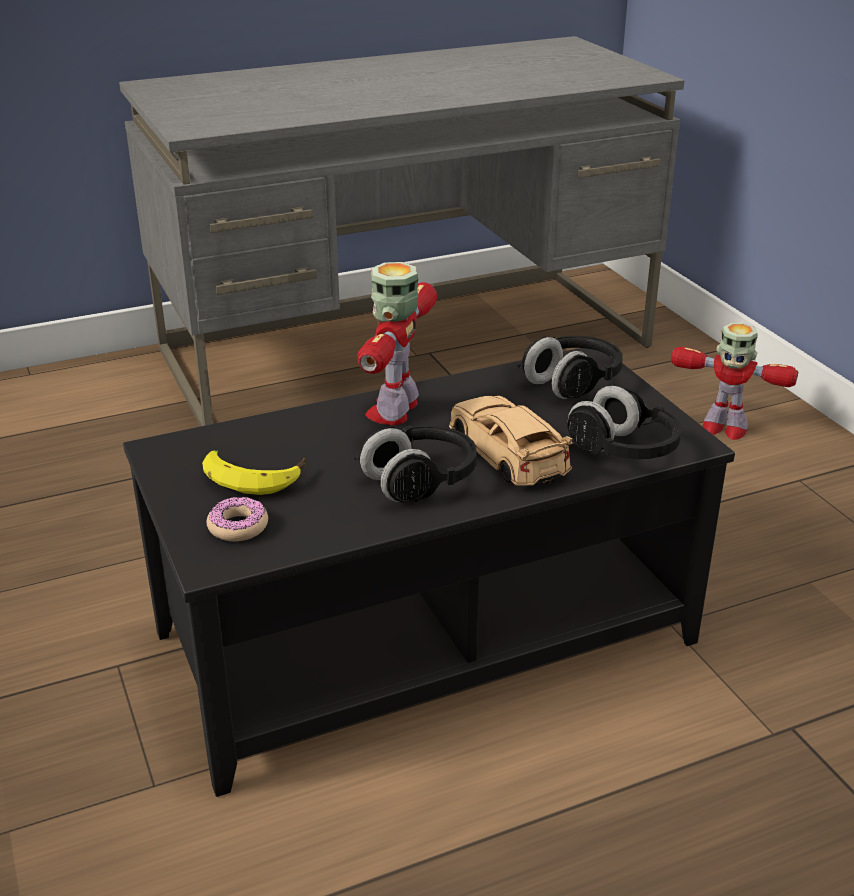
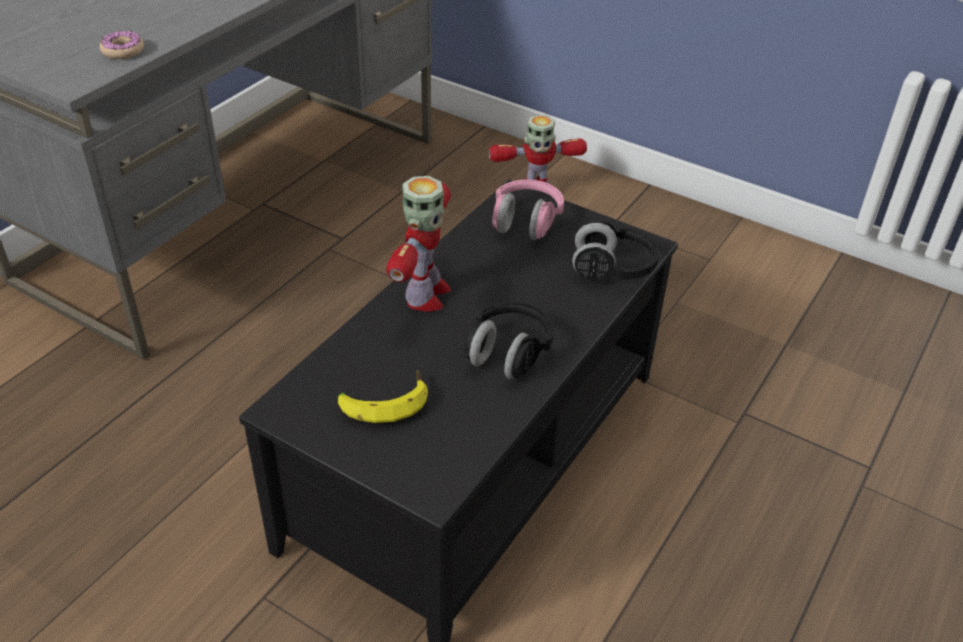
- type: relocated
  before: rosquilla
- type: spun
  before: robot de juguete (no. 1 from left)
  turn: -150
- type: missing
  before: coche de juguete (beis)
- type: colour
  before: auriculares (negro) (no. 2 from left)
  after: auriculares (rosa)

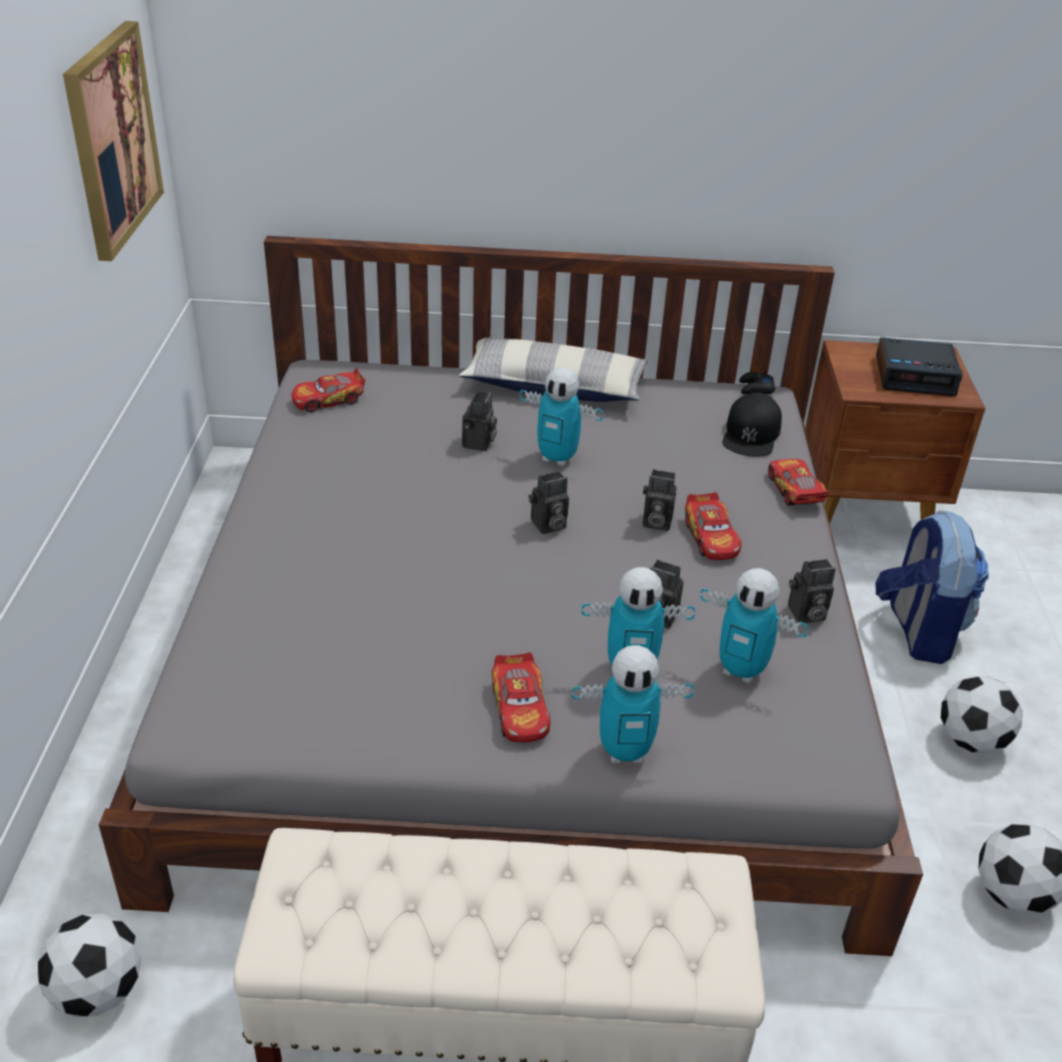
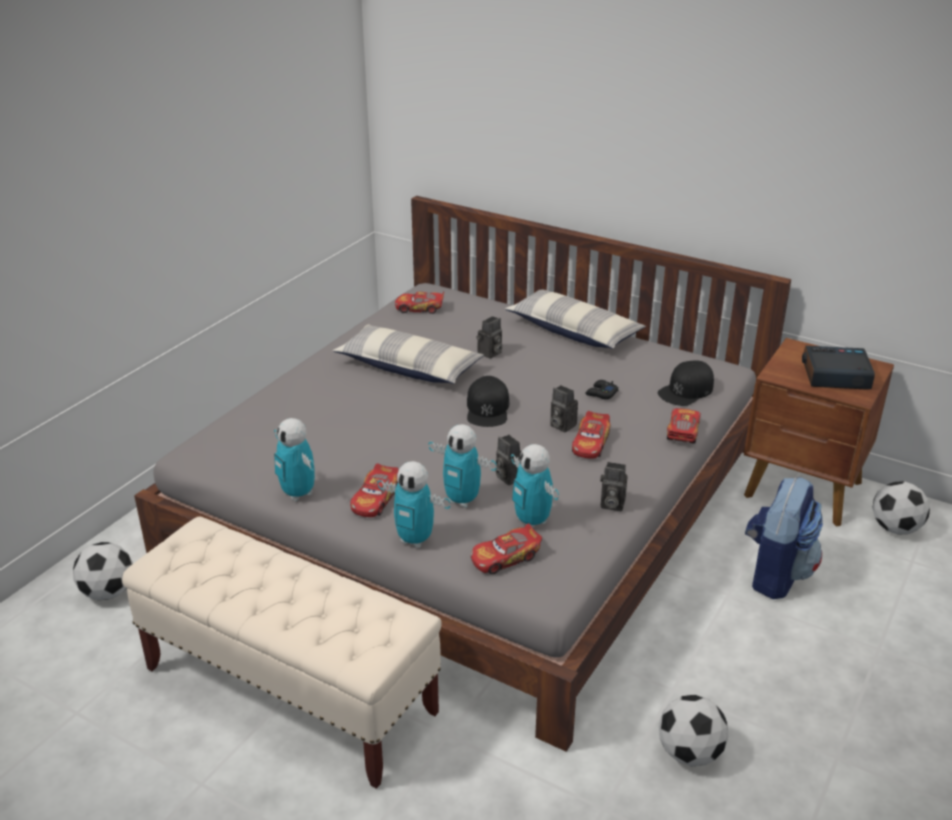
- type: missing
  before: cuadro
- type: relocated
  before: robot de juguete (no. 1 from left)
- type: exchanged
  before: cámara (no. 2 from left)
  after: gorra (negro) (no. 1 from left)
- type: relocated
  before: mando de consola (negro)
- type: spun
  before: despertador
  turn: 150
- type: relocated
  before: balón de fútbol (no. 2 from left in the first image)
  after: balón de fútbol (no. 3 from left)
- type: appeared
  after: cojín (no. 1 from left)
- type: appeared
  after: coche de juguete (no. 3 from left)

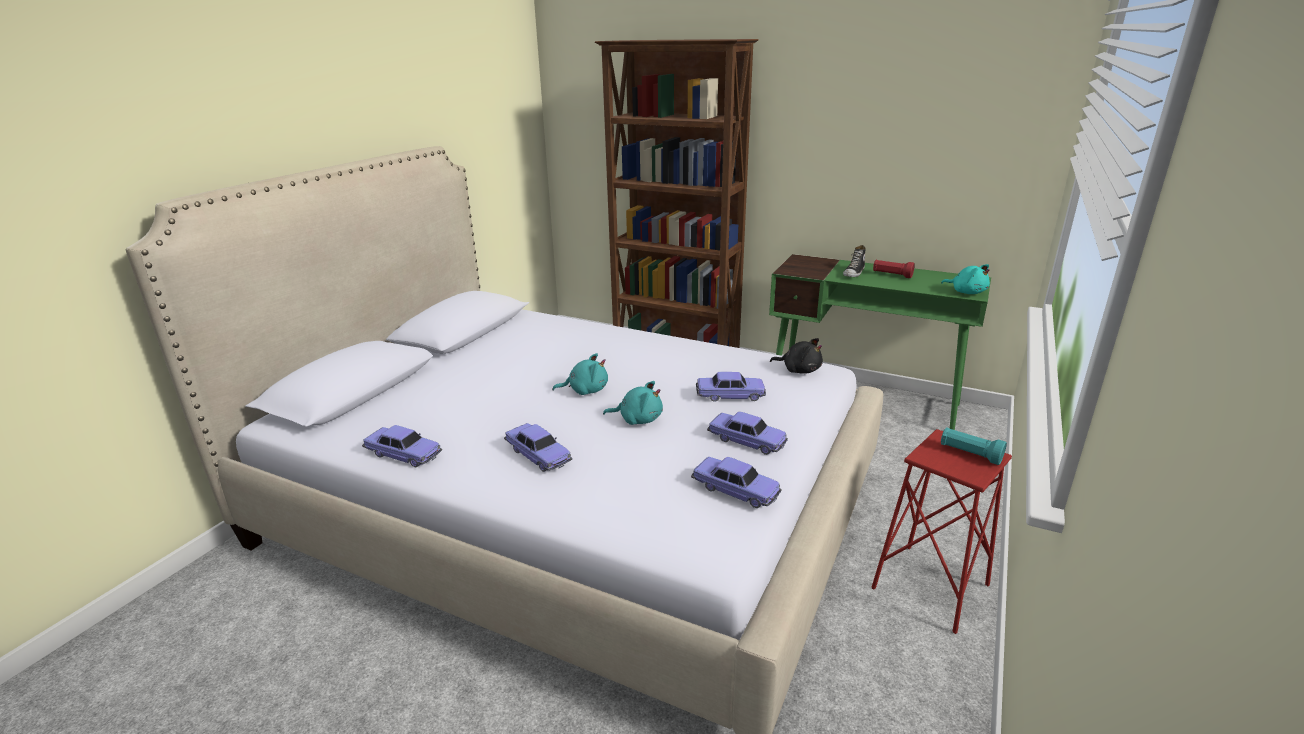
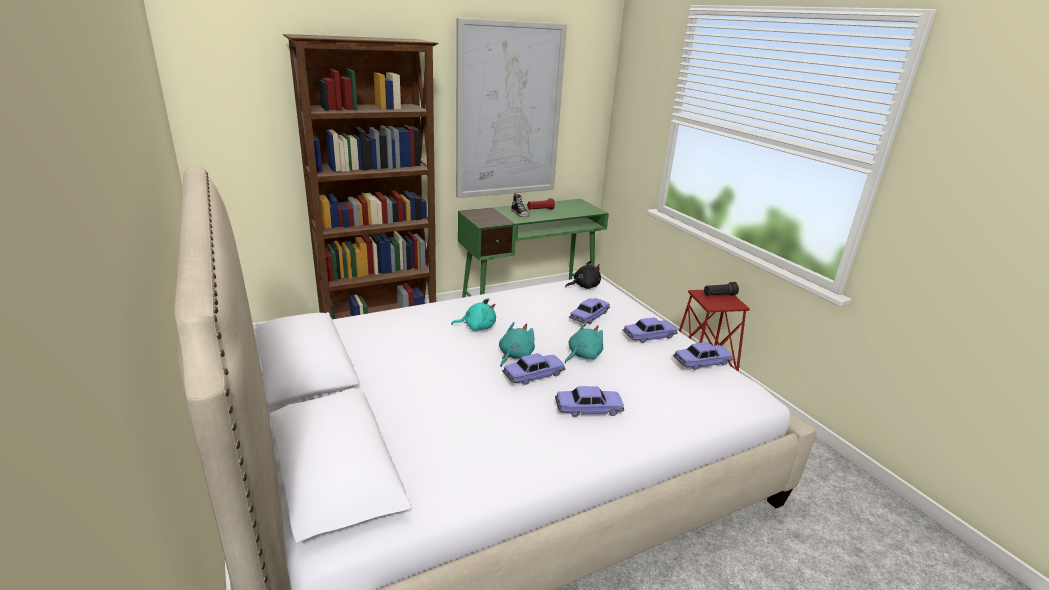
- type: relocated
  before: coche de juguete (no. 1 from left)
- type: relocated
  before: peluche (turquesa) (no. 3 from left in the first image)
  after: peluche (turquesa) (no. 1 from left)
- type: colour
  before: linterna (turquesa)
  after: linterna (negro)
- type: appeared
  after: cuadro

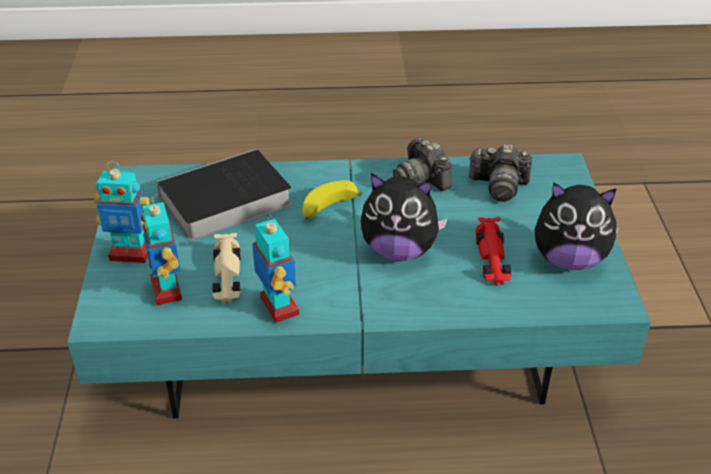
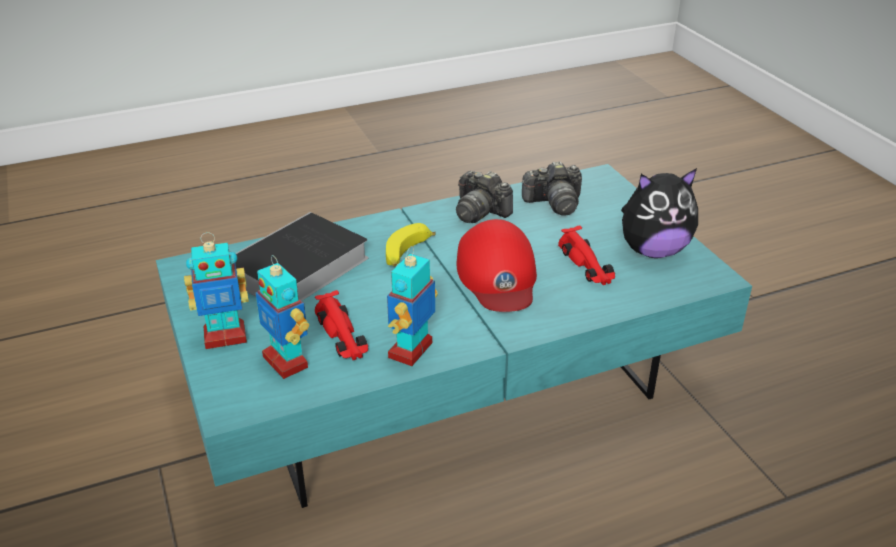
- type: colour
  before: coche de juguete (beis)
  after: coche de juguete (rojo) (no. 1 from left)
- type: spun
  before: robot de juguete (no. 3 from left)
  turn: -105
- type: exchanged
  before: peluche (no. 1 from left)
  after: gorra (rojo)

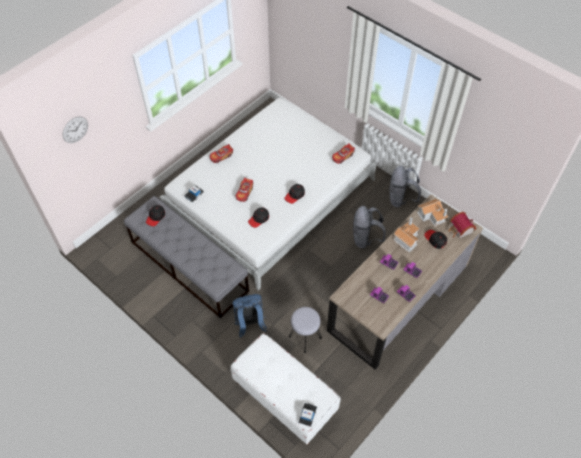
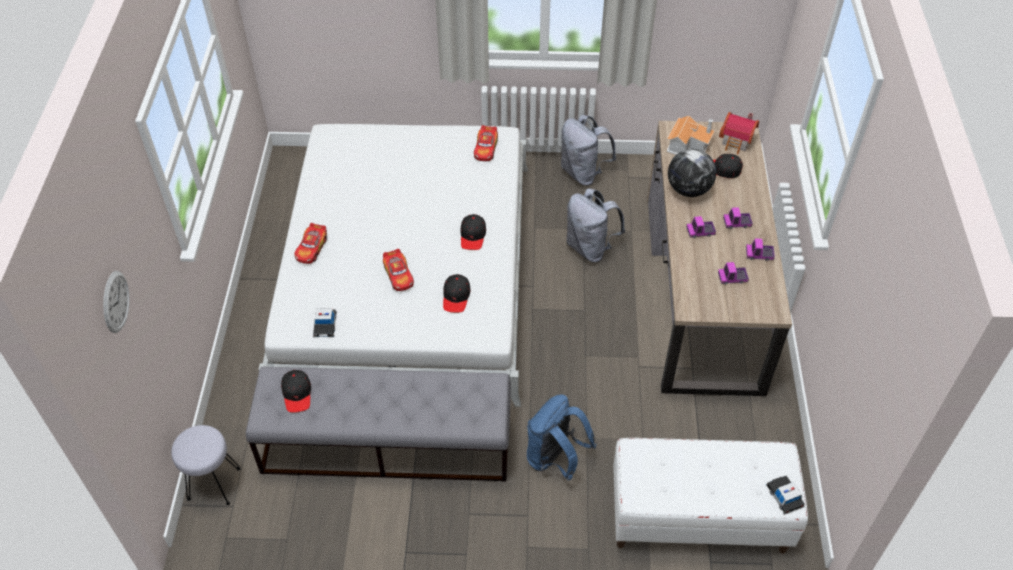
- type: relocated
  before: taburete (gris)
- type: exchanged
  before: casita (no. 1 from left)
  after: globo terráqueo

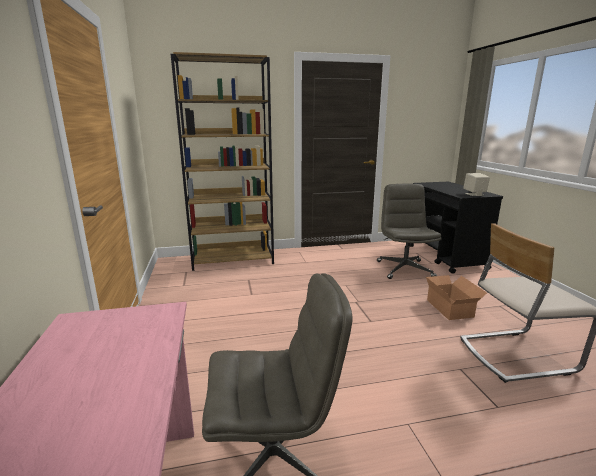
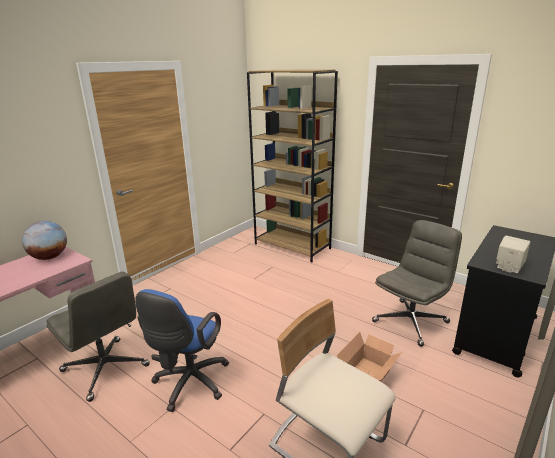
- type: appeared
  after: globo terráqueo
- type: appeared
  after: silla de oficina (azul)

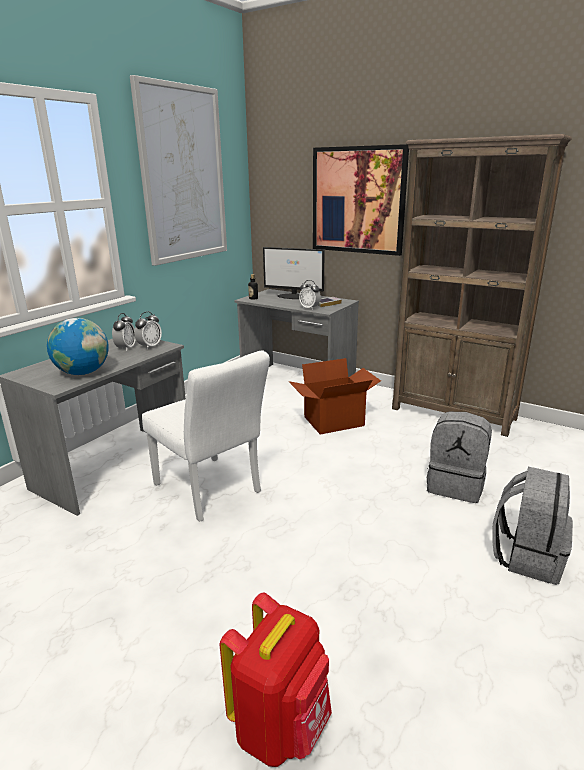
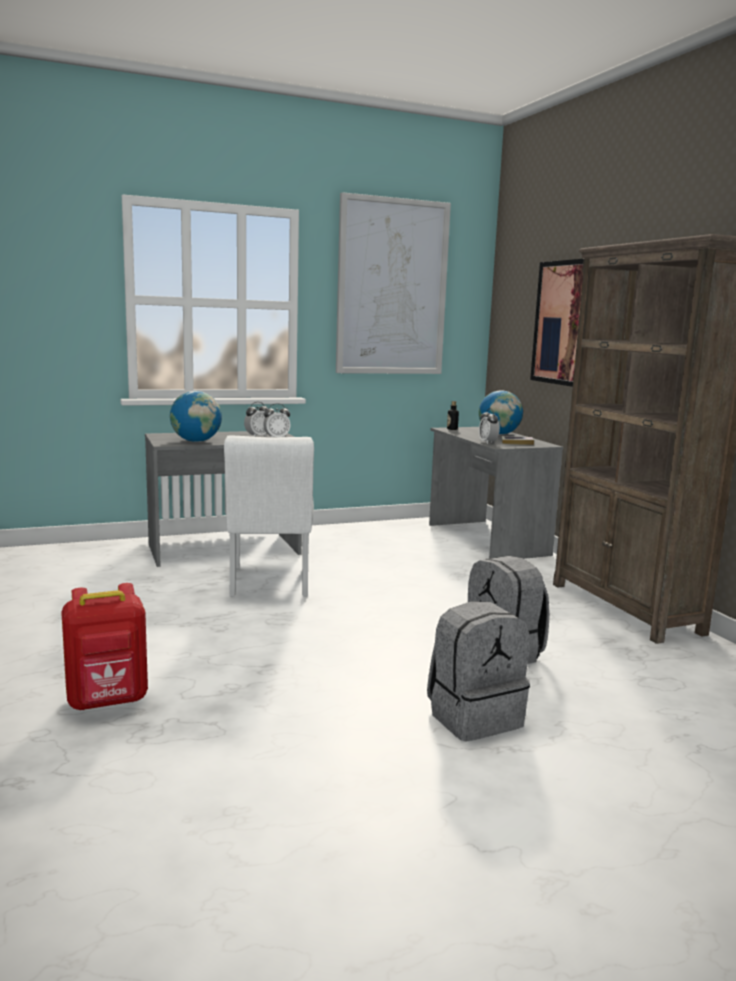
- type: exchanged
  before: monitor
  after: globo terráqueo (no. 2 from left)
- type: missing
  before: caja de cartón

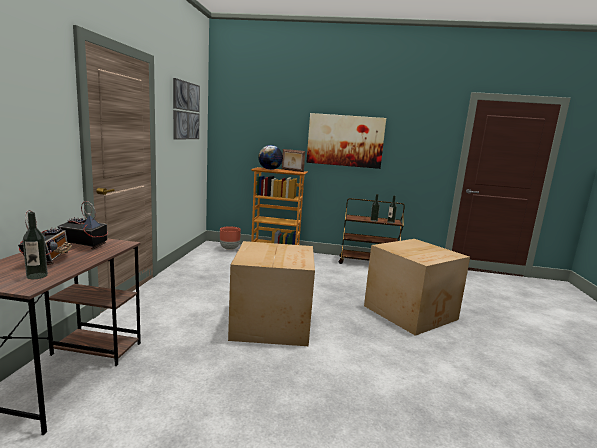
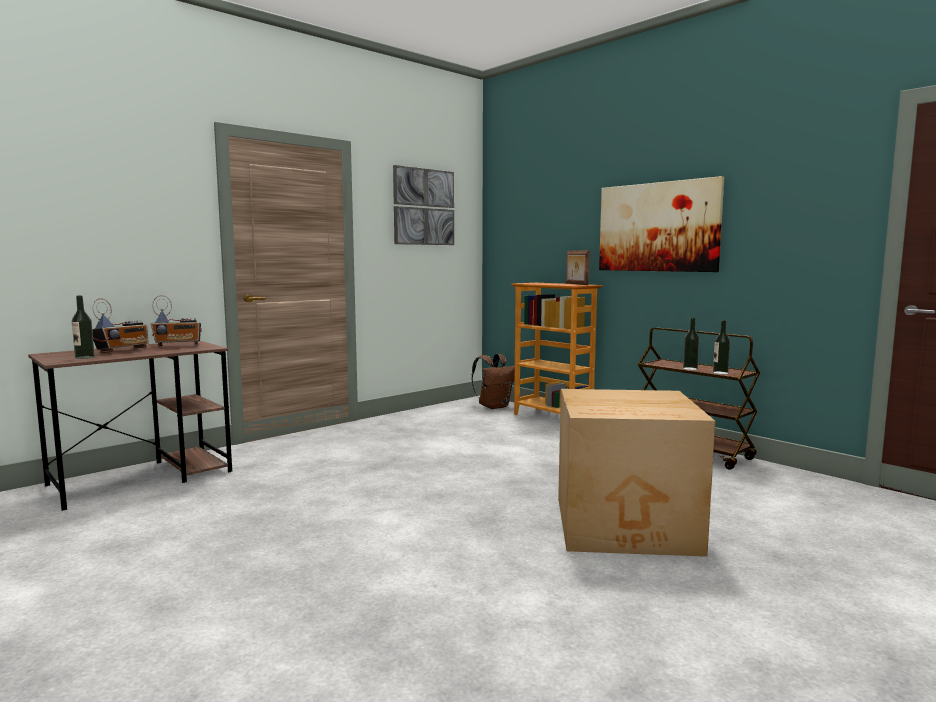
- type: spun
  before: radio (no. 2 from left)
  turn: 105
- type: exchanged
  before: maceta (marrón)
  after: mochila (marrón)
- type: missing
  before: caja de cartón (no. 1 from left)
- type: missing
  before: globo terráqueo

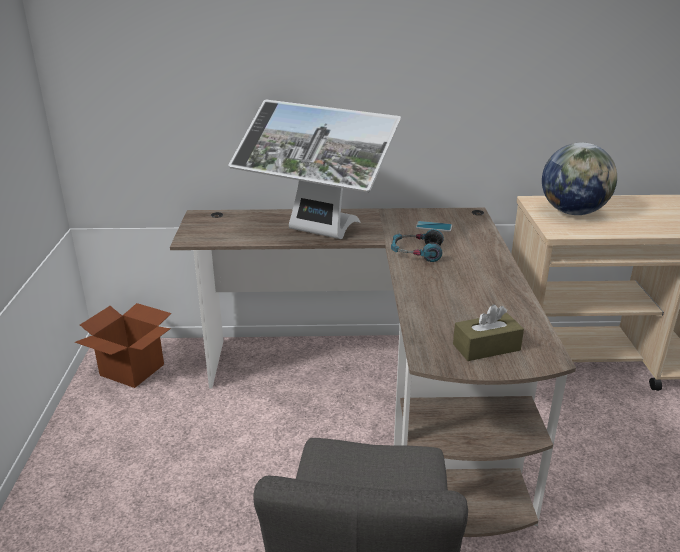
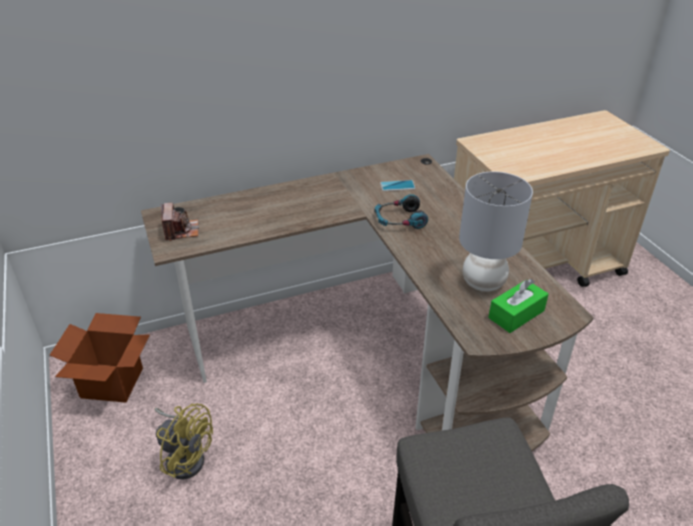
- type: missing
  before: monitor
- type: colour
  before: caja de pañuelos (marrón)
  after: caja de pañuelos (verde)
- type: missing
  before: globo terráqueo
- type: appeared
  after: ventilador (amarillo)
- type: appeared
  after: cámara
- type: appeared
  after: lámpara de mesa (gris)

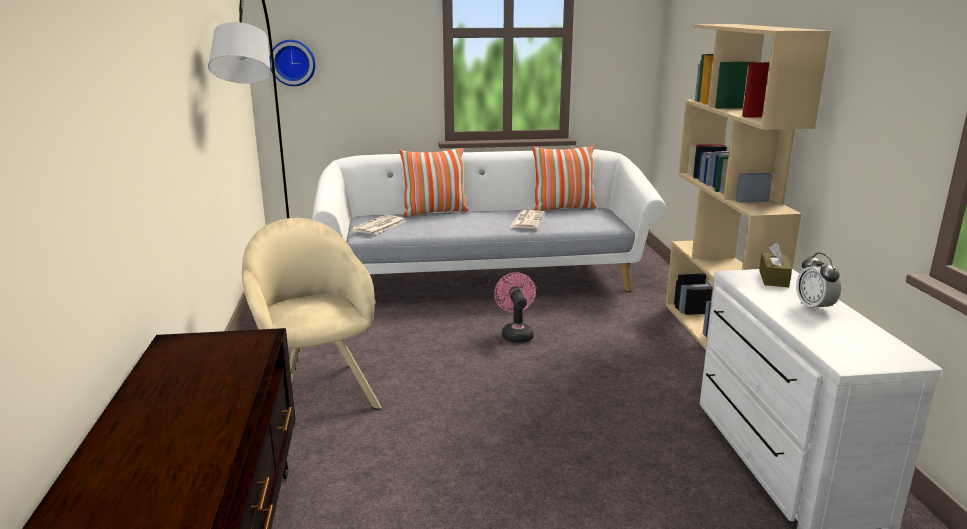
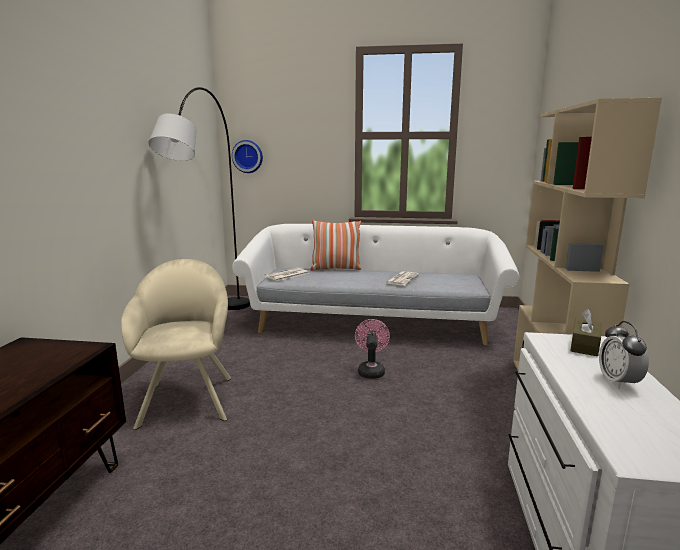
- type: missing
  before: cojín (no. 2 from left)

